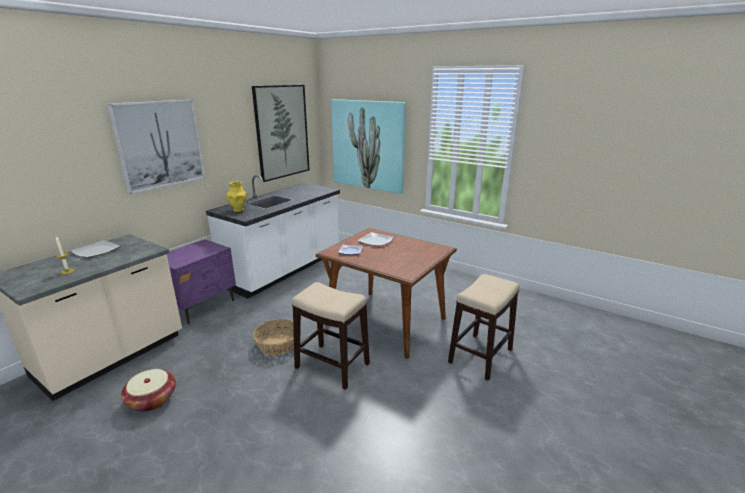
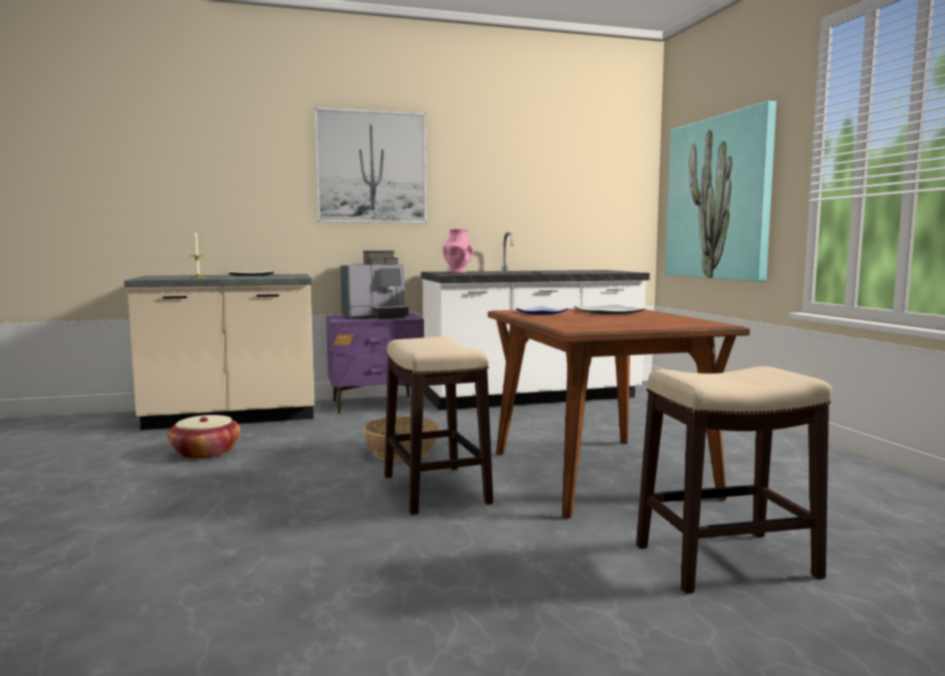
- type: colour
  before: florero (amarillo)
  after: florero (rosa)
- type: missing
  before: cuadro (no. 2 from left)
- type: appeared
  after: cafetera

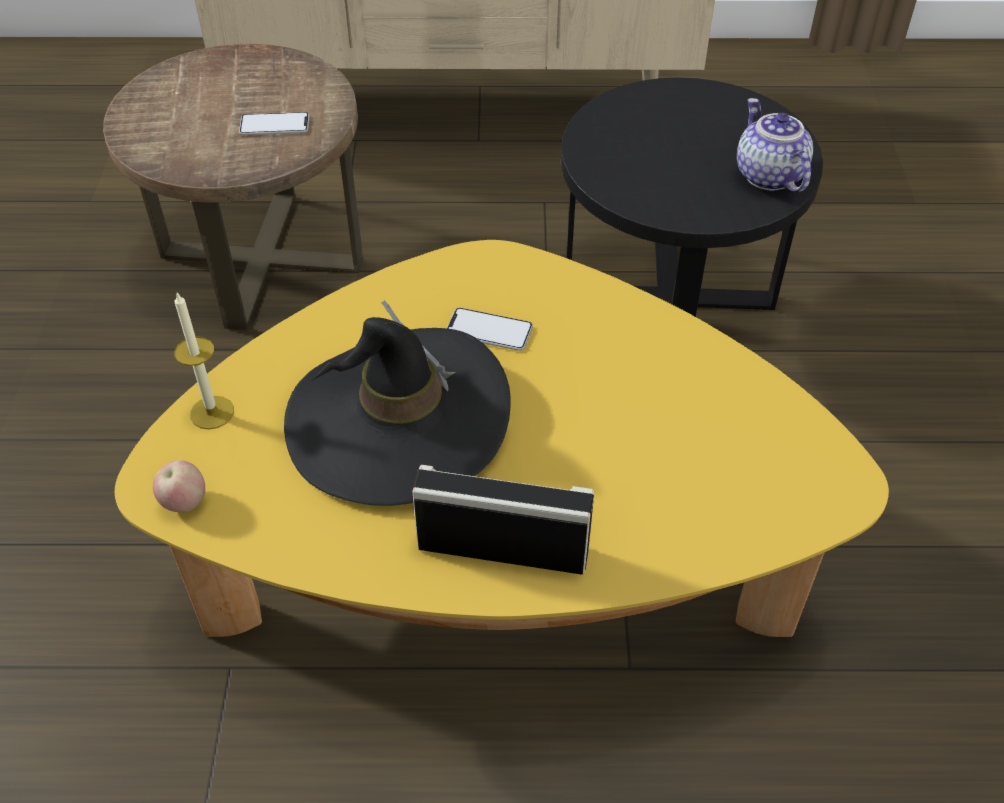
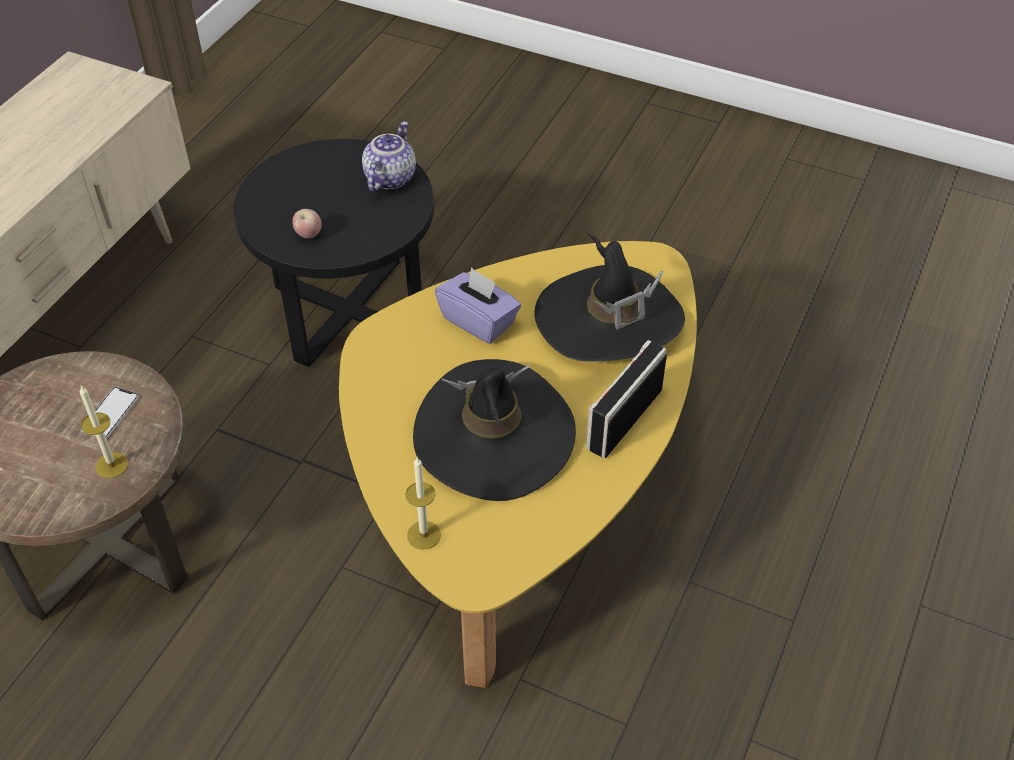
- type: relocated
  before: manzana
- type: missing
  before: móvil (no. 2 from left)
- type: spun
  before: tetera
  turn: 105
- type: appeared
  after: vela (no. 1 from left)
- type: appeared
  after: caja de pañuelos (morado)
- type: appeared
  after: sombrero (negro) (no. 2 from left)

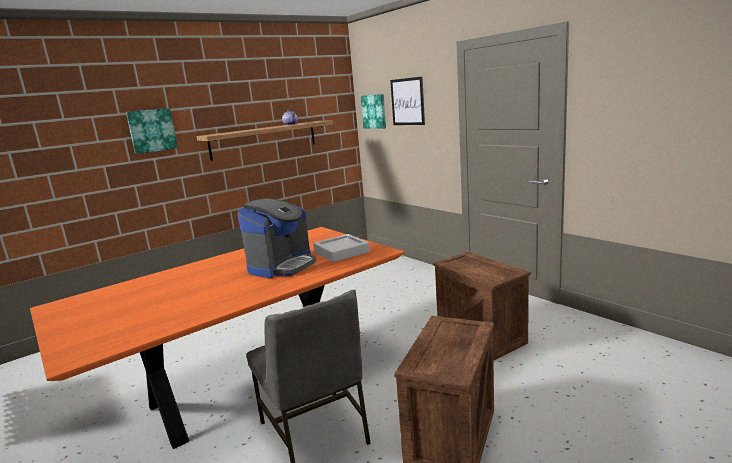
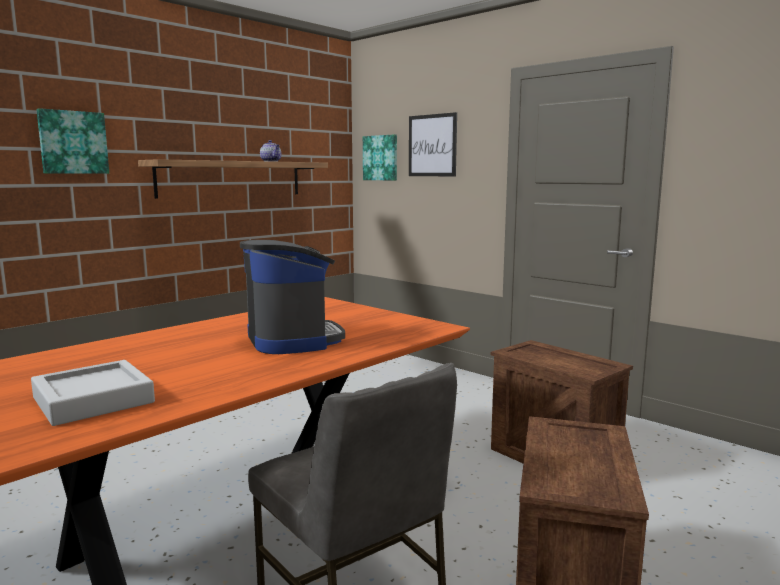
- type: spun
  before: cafetera
  turn: -45
- type: relocated
  before: bandeja (gris)

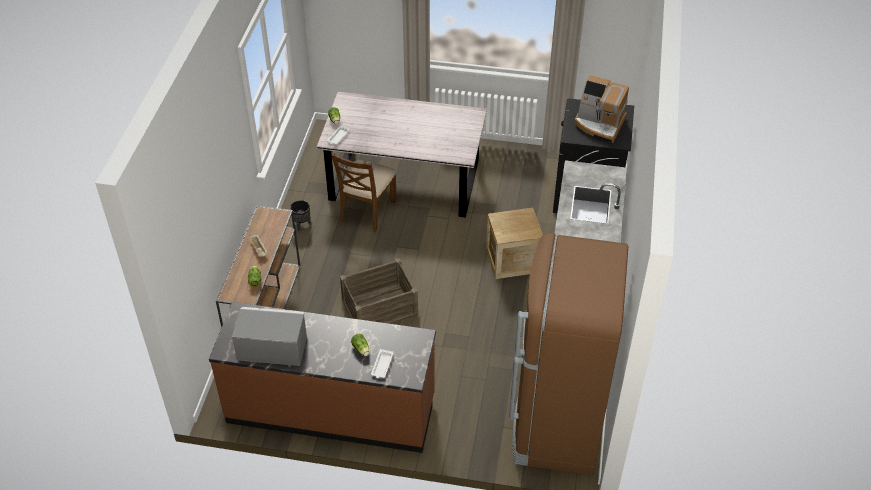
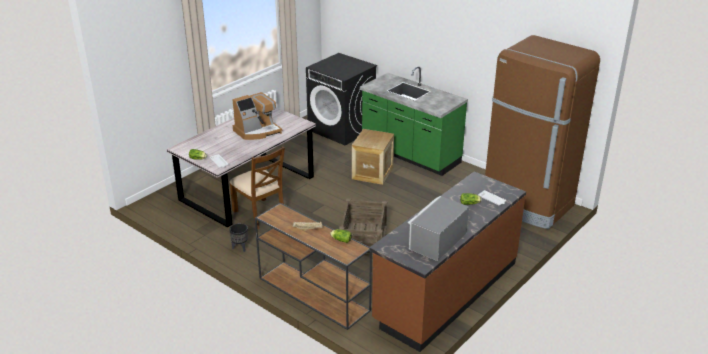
- type: relocated
  before: cafetera

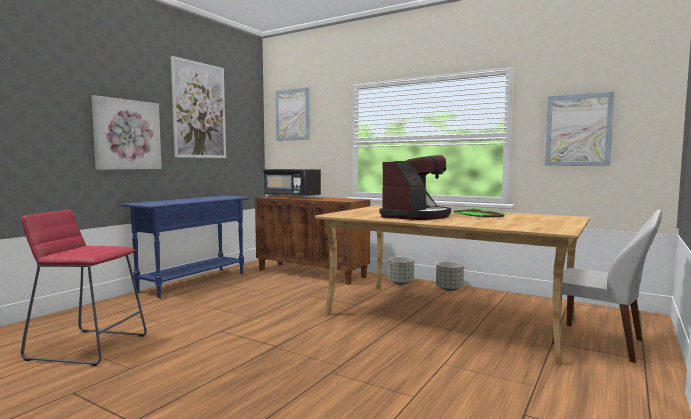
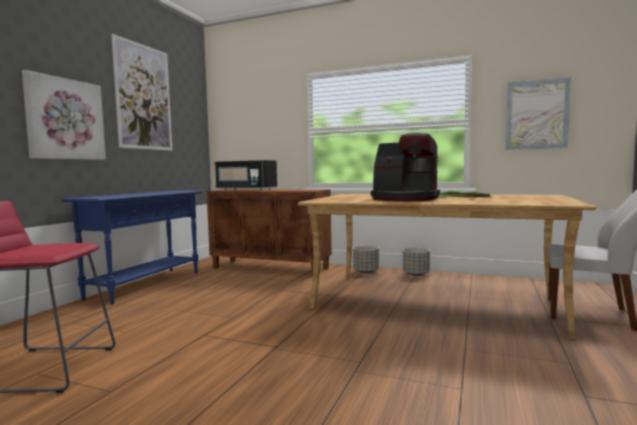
- type: missing
  before: cuadro (no. 3 from left)
- type: spun
  before: cafetera
  turn: 90

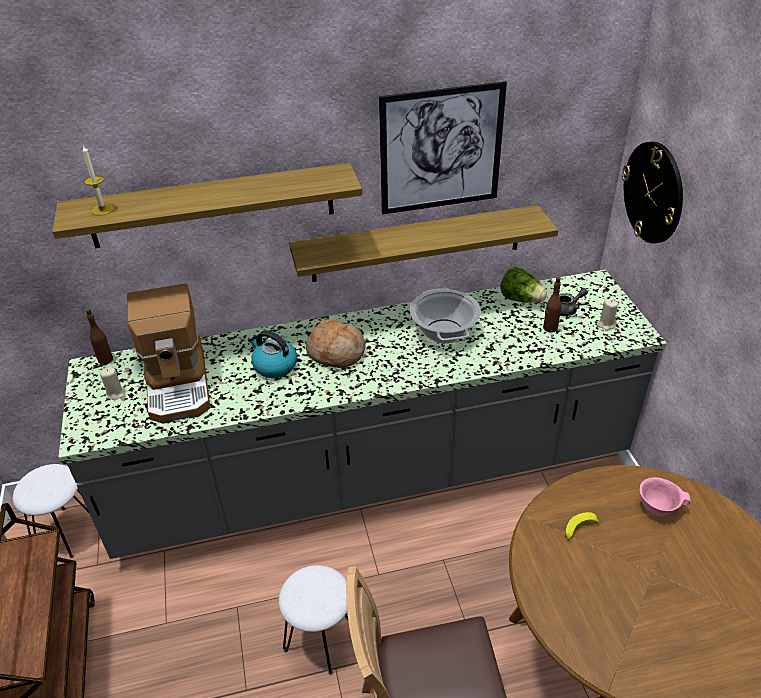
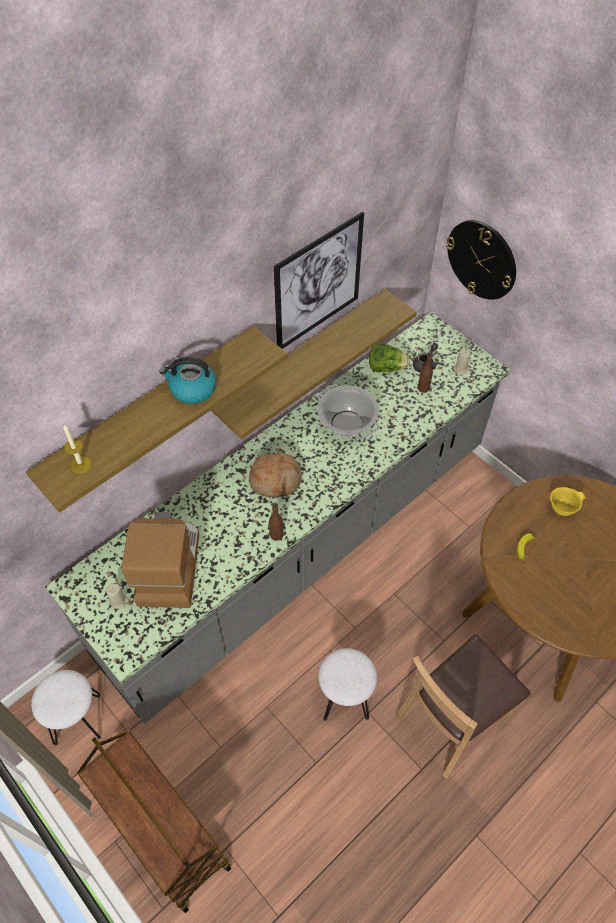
- type: relocated
  before: botella (marrón) (no. 1 from left)
- type: spun
  before: cafetera
  turn: -135
- type: relocated
  before: hervidor
- type: colour
  before: cuenco (rosa)
  after: cuenco (amarillo)

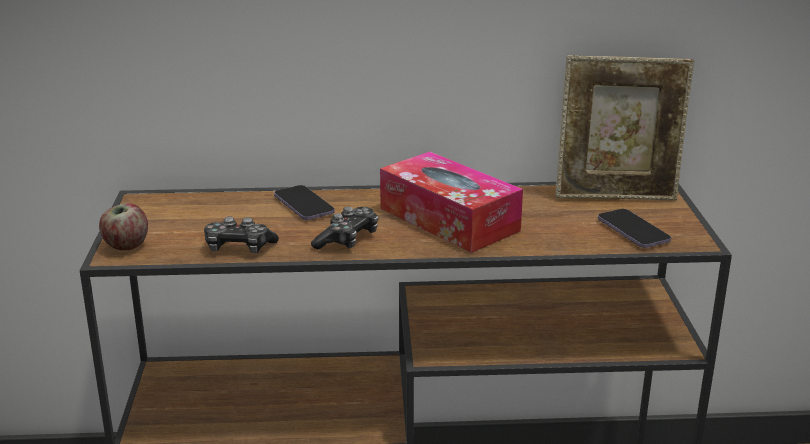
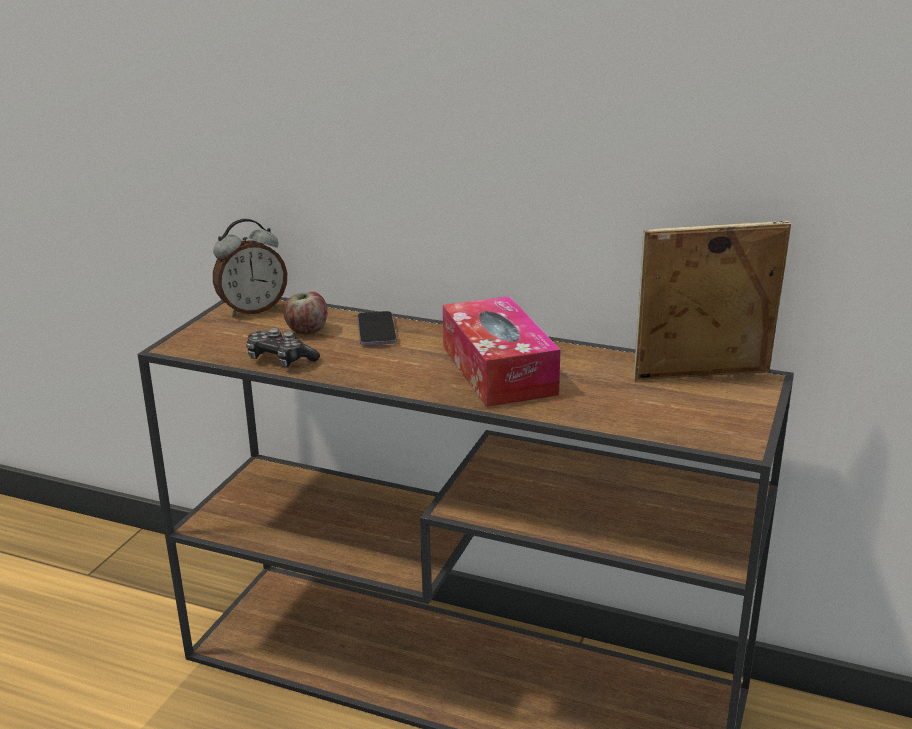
- type: relocated
  before: manzana
- type: missing
  before: mando de consola (no. 2 from left)
- type: spun
  before: portarretratos
  turn: 150
- type: missing
  before: móvil (no. 2 from left)
- type: appeared
  after: despertador

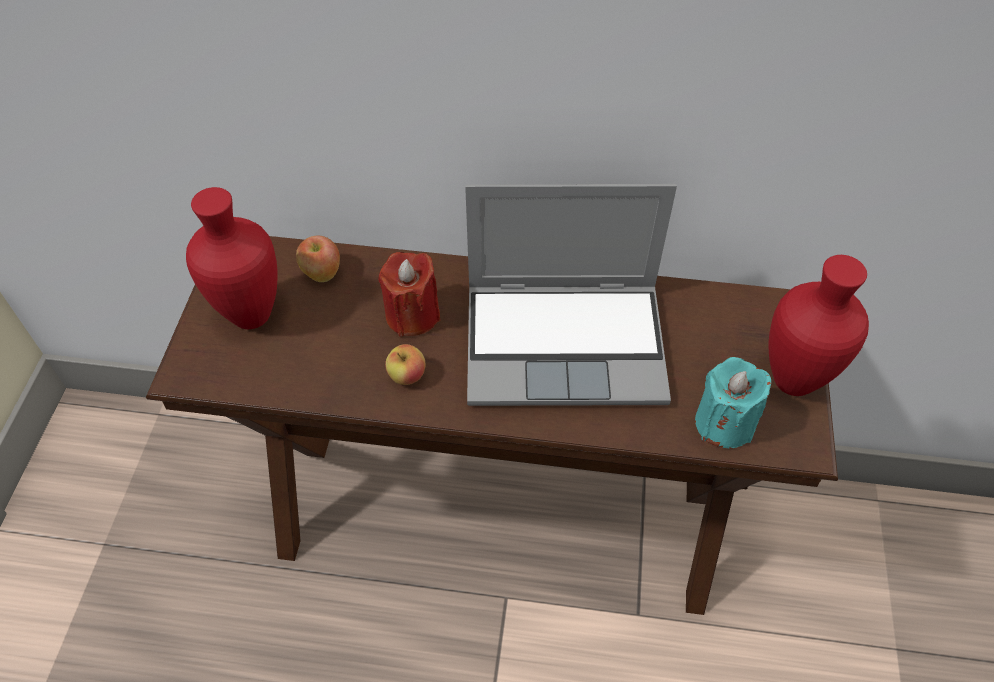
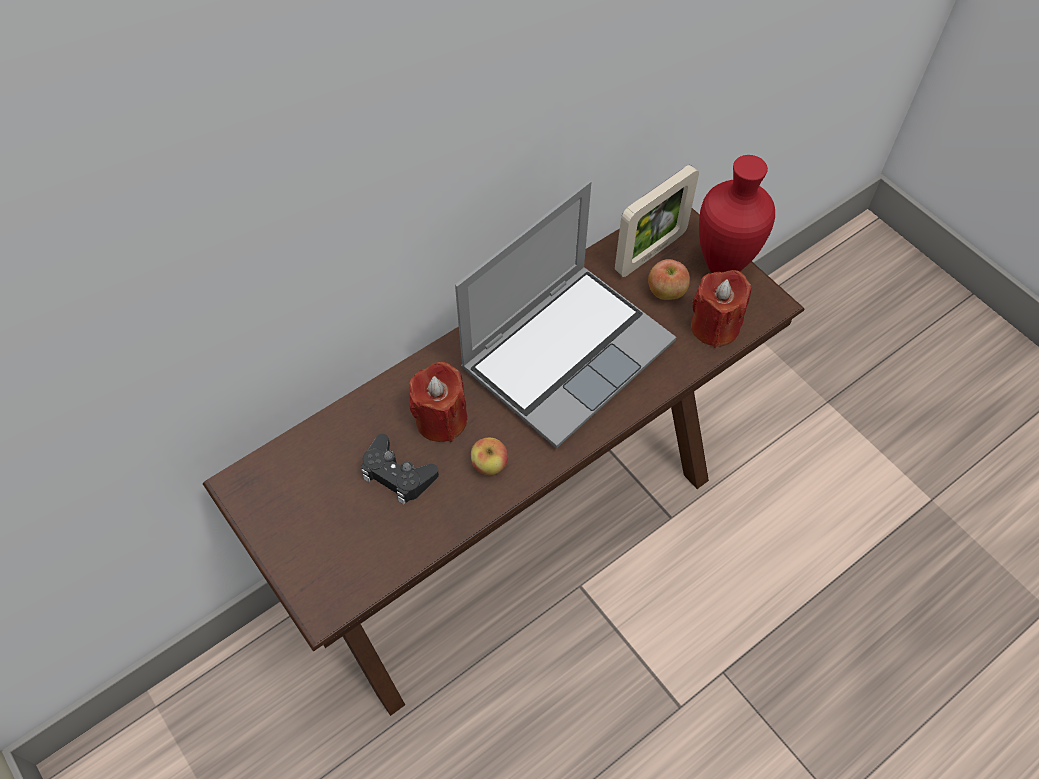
- type: missing
  before: florero (rojo) (no. 1 from left)
- type: relocated
  before: manzana (no. 1 from left in the first image)
  after: manzana (no. 2 from left)
- type: colour
  before: vela (turquesa)
  after: vela (rojo) (no. 2 from left)
- type: appeared
  after: mando de consola (negro)
- type: appeared
  after: portarretratos

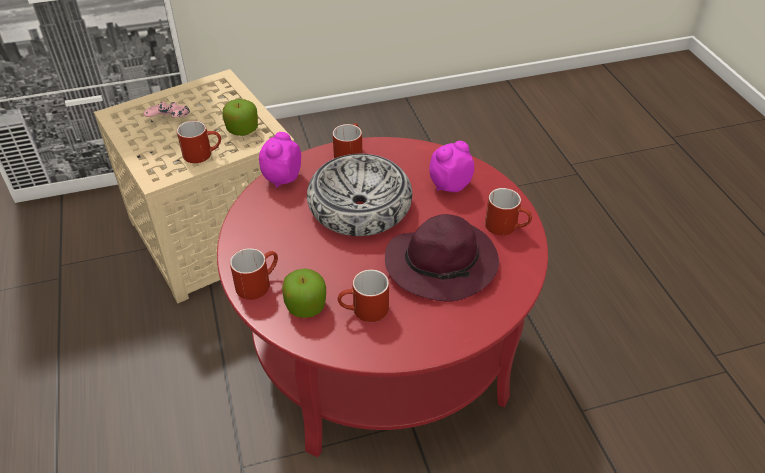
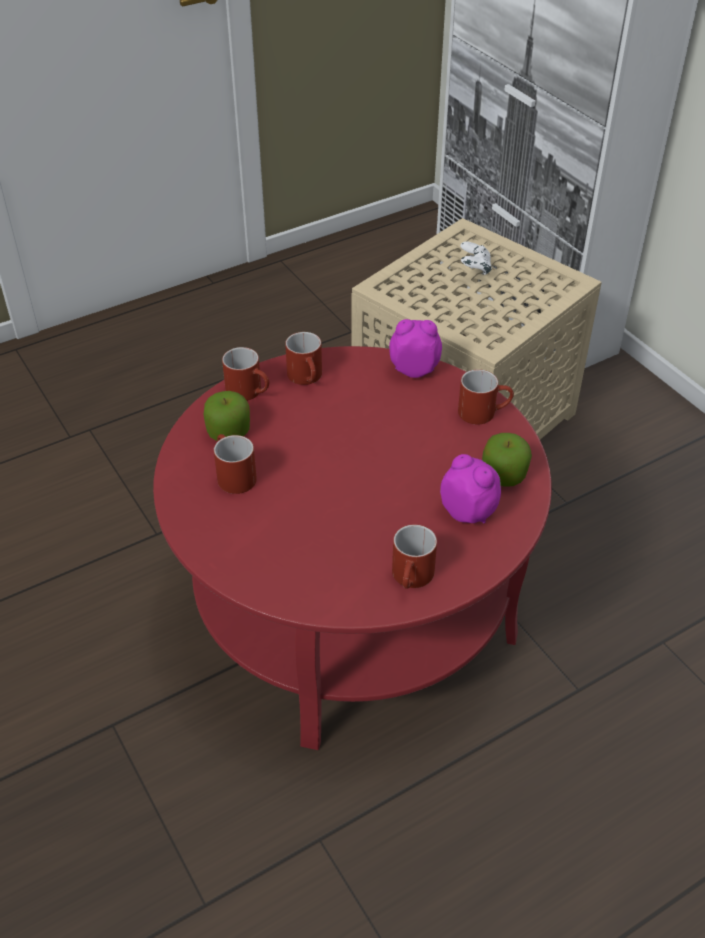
- type: colour
  before: mando de consola (rosa)
  after: mando de consola (blanco)
- type: relocated
  before: taza grande (rojo) (no. 1 from left in the first image)
  after: taza grande (rojo) (no. 3 from left)
- type: relocated
  before: manzana (no. 1 from left in the first image)
  after: manzana (no. 2 from left)
- type: missing
  before: cuenco
- type: missing
  before: sombrero (morado)

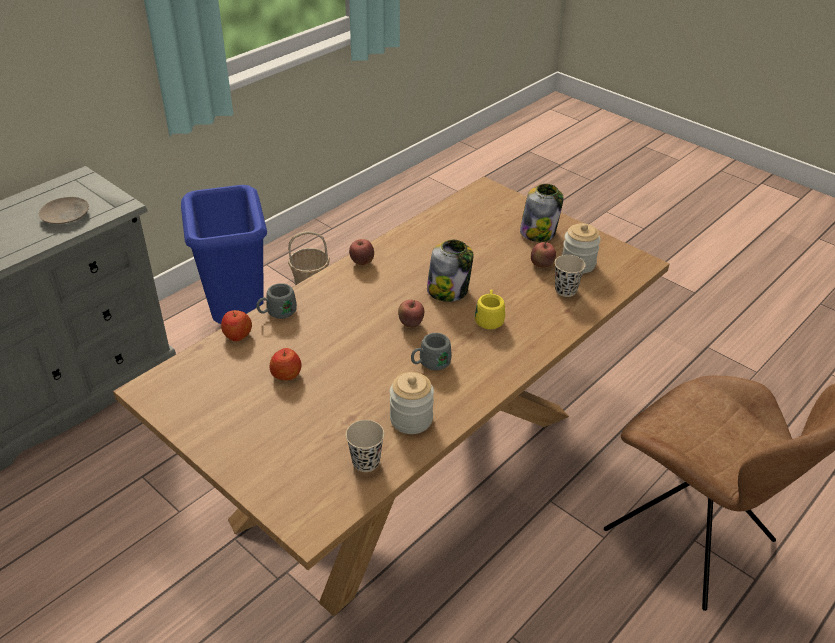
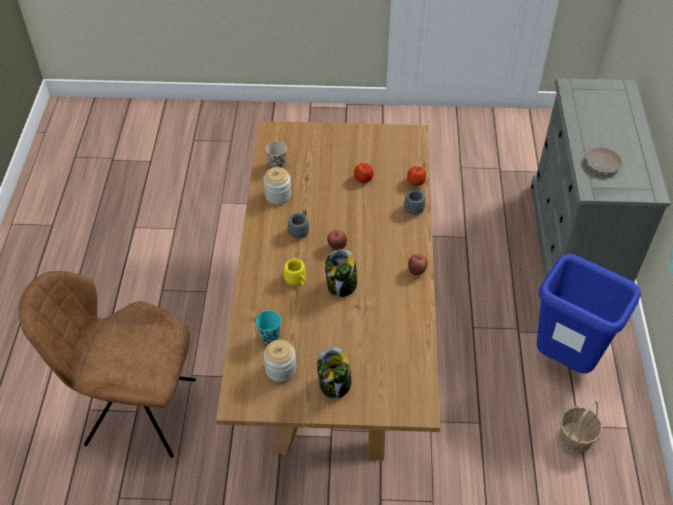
- type: missing
  before: manzana (no. 5 from left)
- type: colour
  before: taza (beis) (no. 2 from left)
  after: taza (turquesa)

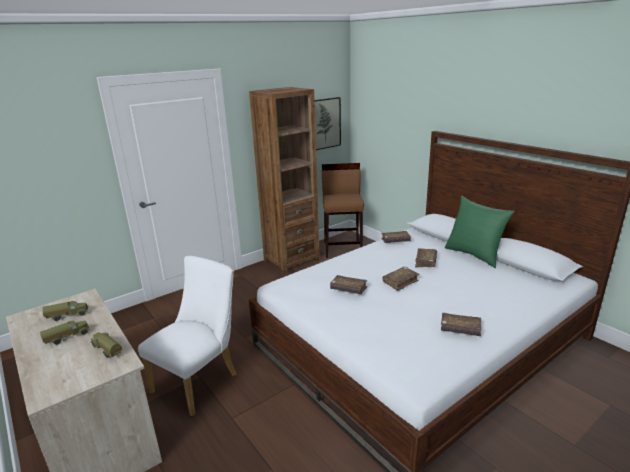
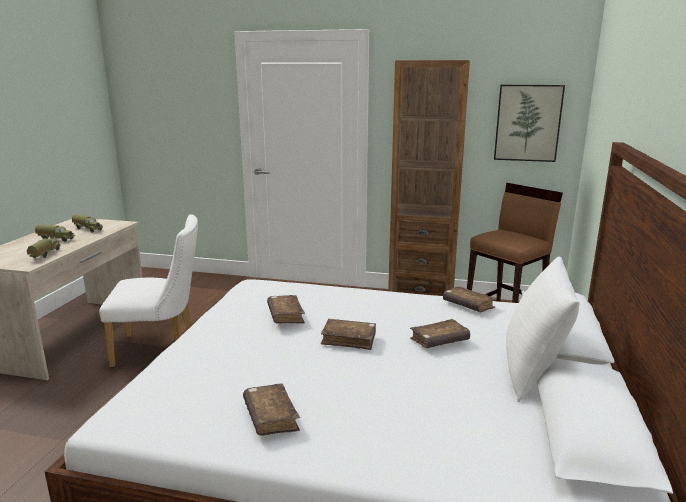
- type: colour
  before: cojín (verde)
  after: cojín (blanco)

